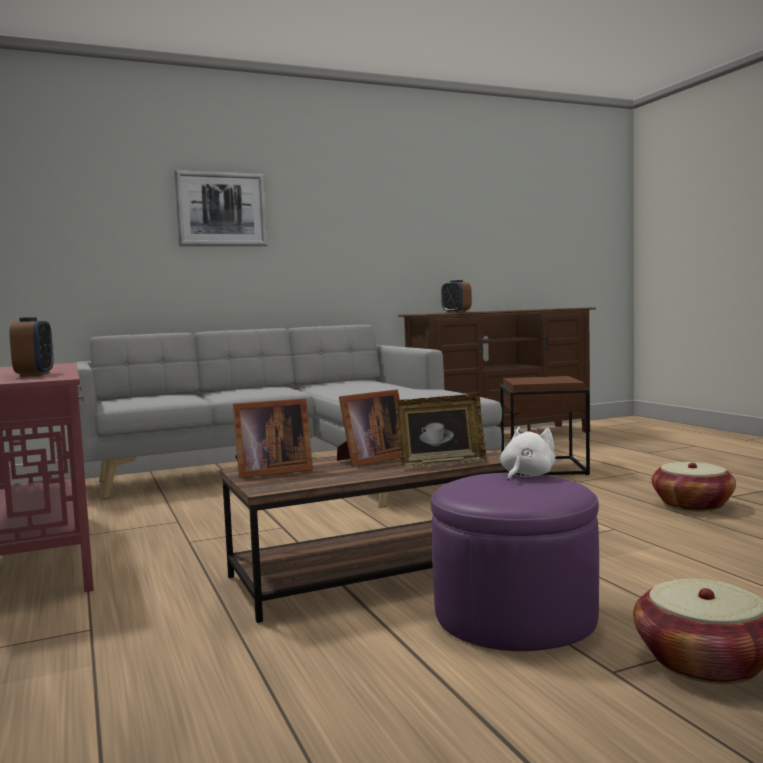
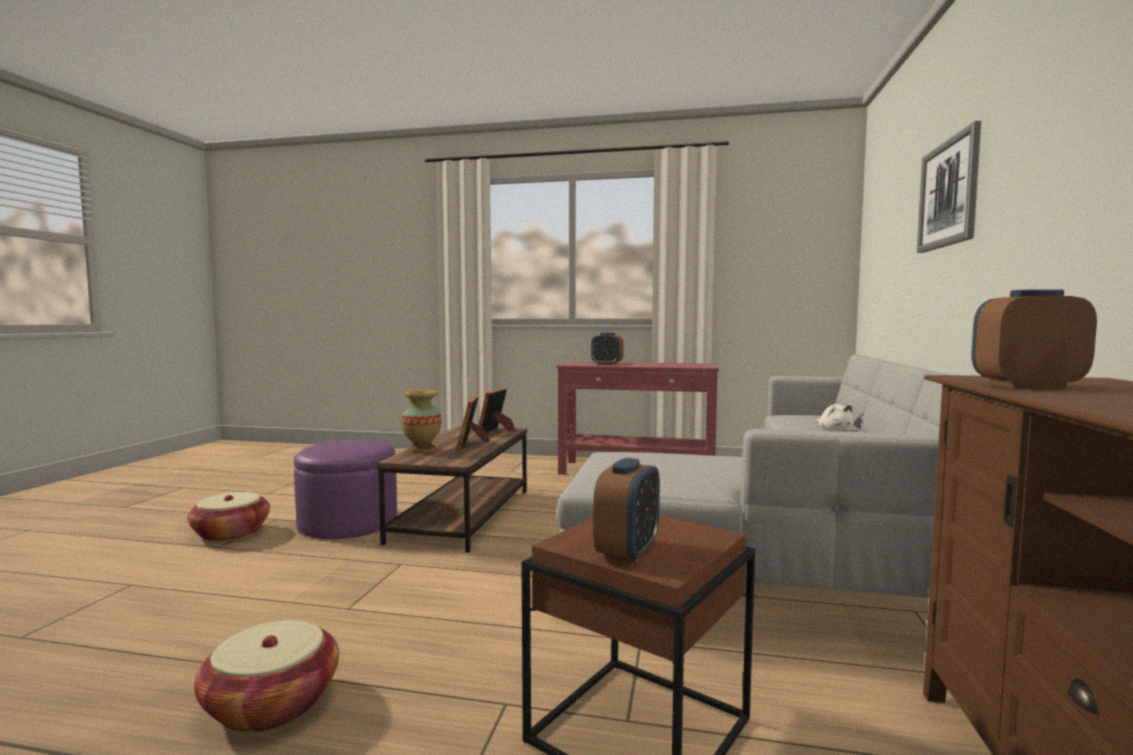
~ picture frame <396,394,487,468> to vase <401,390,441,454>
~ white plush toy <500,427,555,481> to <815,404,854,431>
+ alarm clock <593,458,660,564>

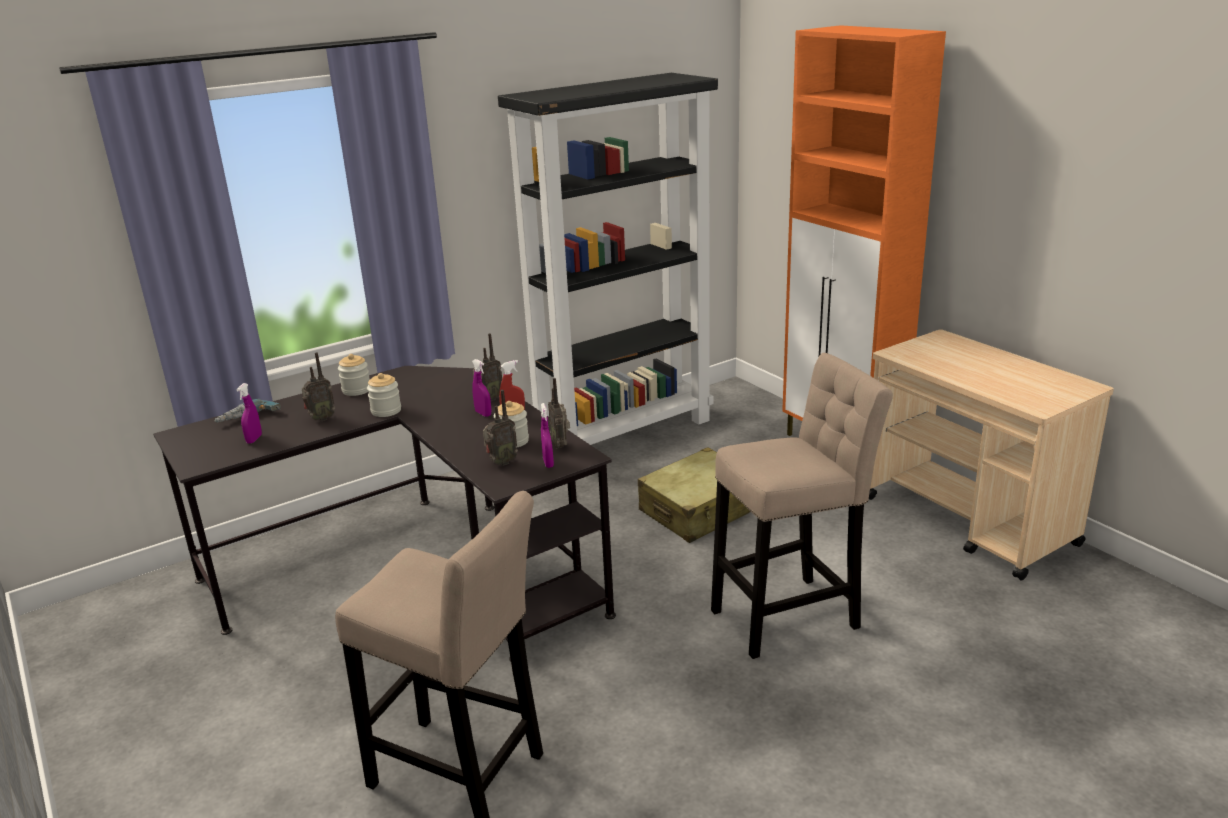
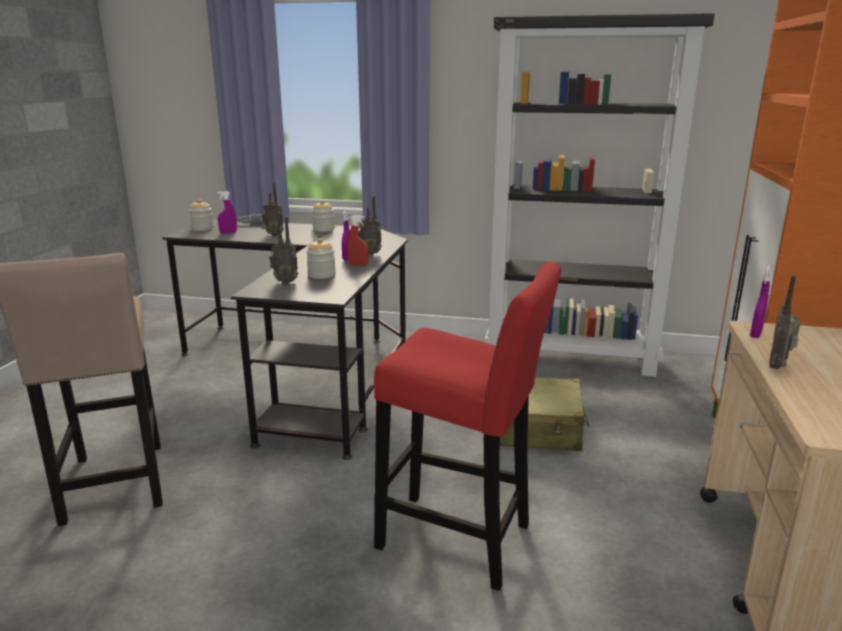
~ jar <367,373,401,417> to <189,199,214,231>
~ purple spray bottle <541,403,554,468> to <750,266,772,338>
~ radio <548,378,570,449> to <769,275,800,369>
~ beige stool <711,353,893,659> to red stool <374,262,561,591>

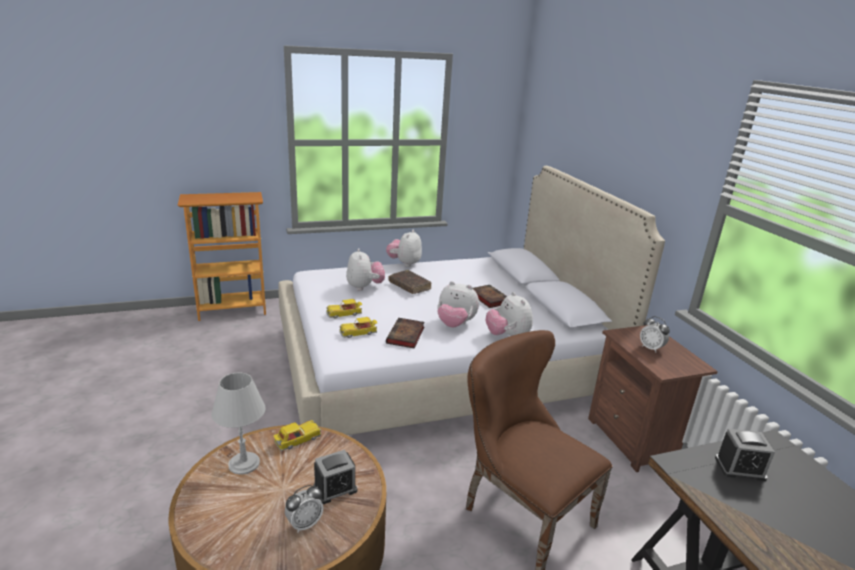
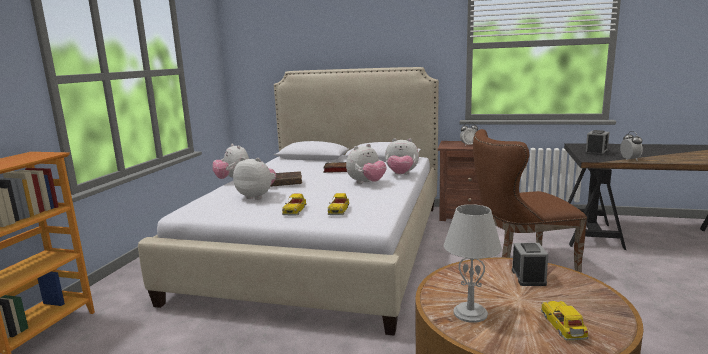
~ toy car <274,420,321,451> to <541,301,588,341>
~ alarm clock <285,485,324,533> to <620,131,643,160>
- book <386,318,425,348>

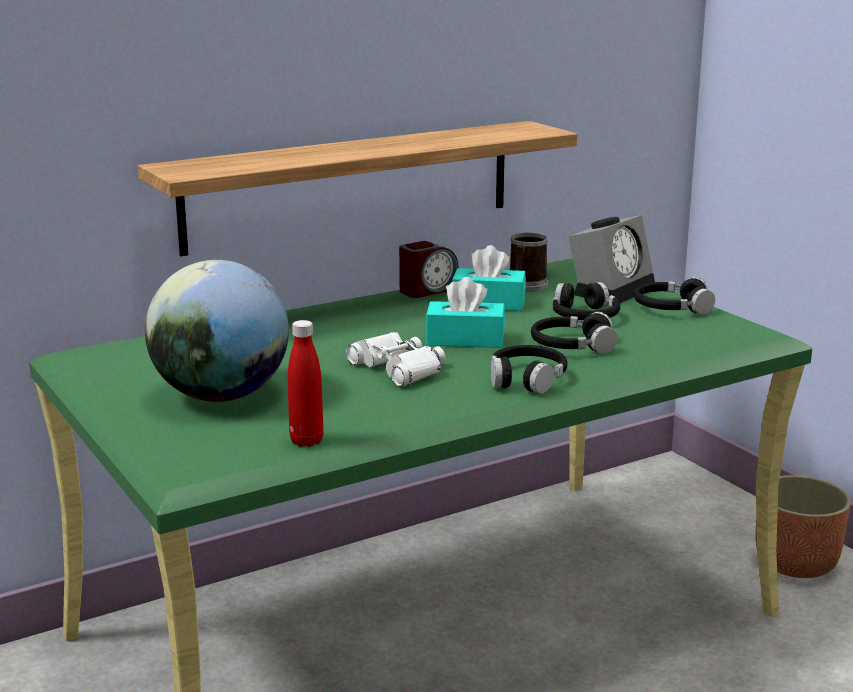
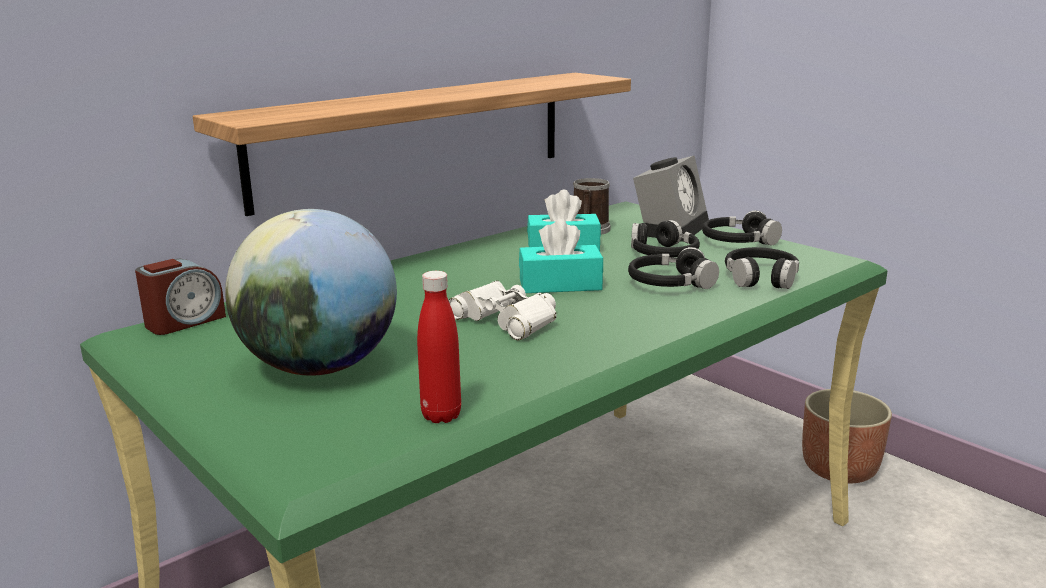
~ alarm clock <399,241,458,298> to <135,259,226,335>
~ black headphones <491,345,568,394> to <725,247,799,289>

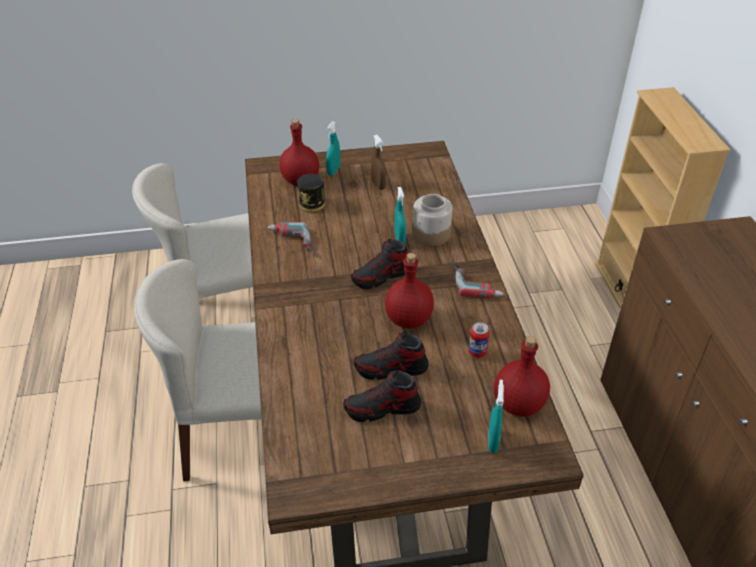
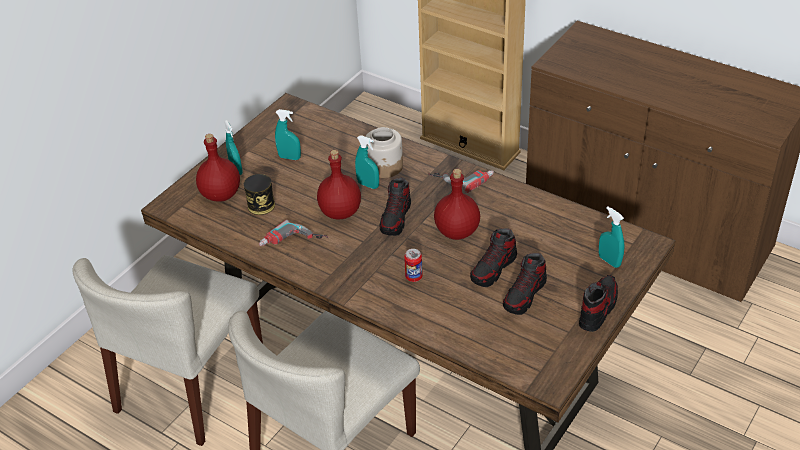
~ brown spray bottle <371,135,386,190> to turquoise spray bottle <275,109,301,160>
~ can <468,322,490,358> to <404,249,423,282>
~ red bottle <494,336,550,417> to <317,150,361,219>
+ shoe <579,275,618,332>

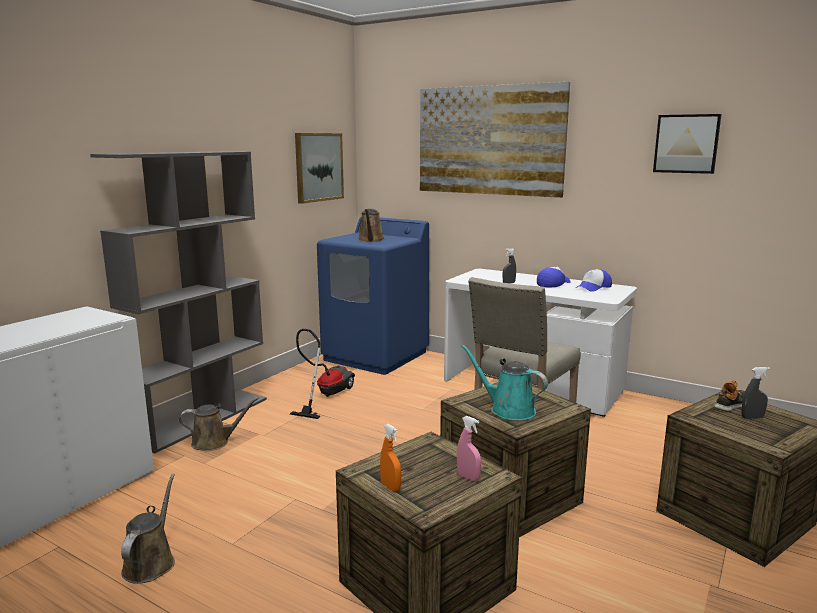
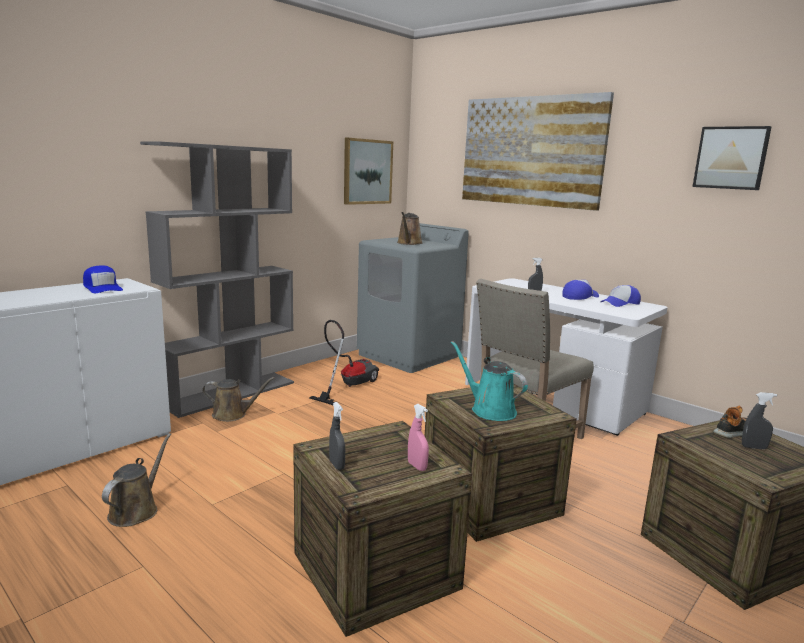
~ blue washing machine <317,217,429,375> to grey washing machine <357,223,469,373>
~ orange spray bottle <380,424,401,492> to grey spray bottle <329,402,345,470>
+ blue cap <83,265,123,293>

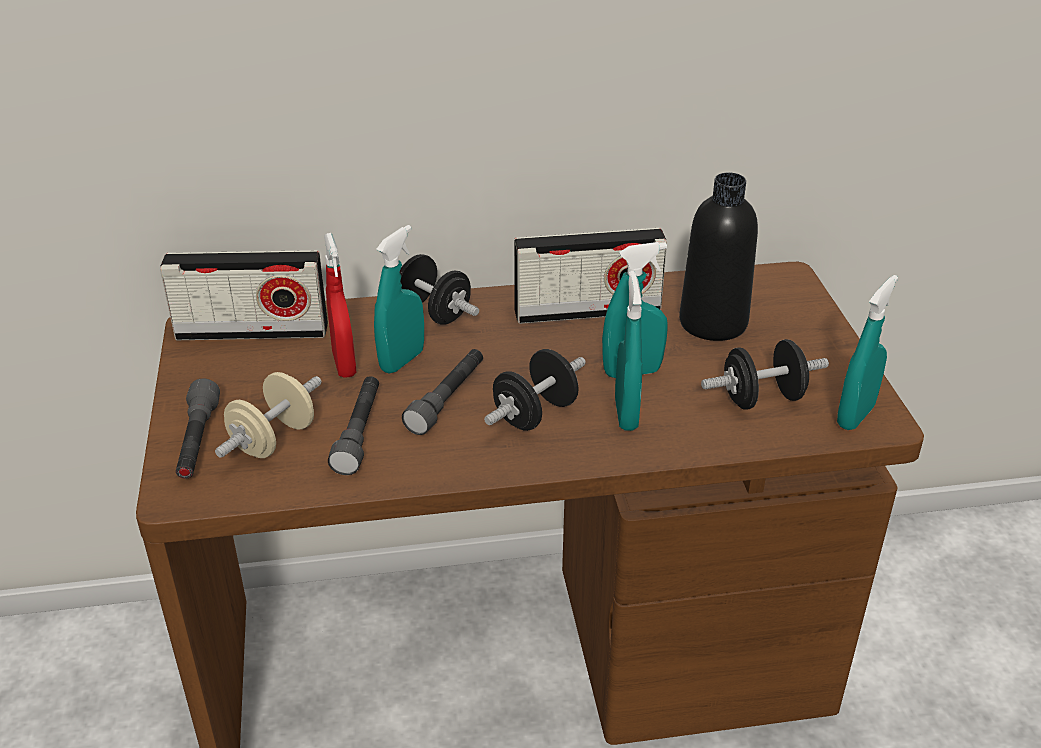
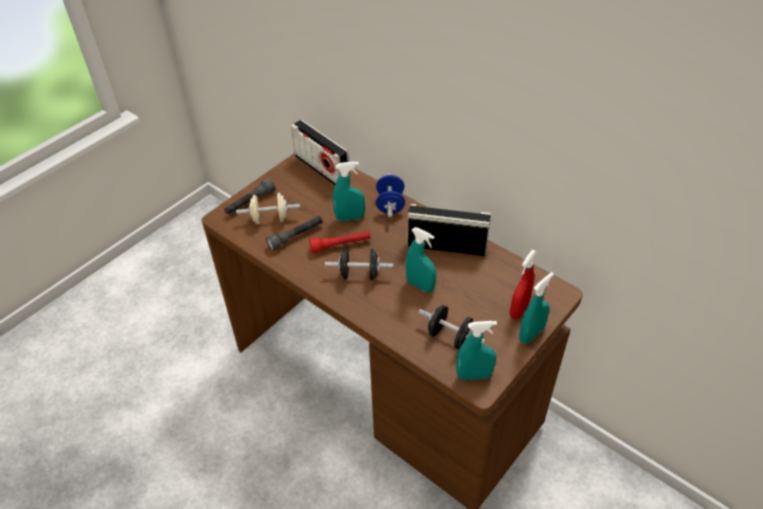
~ red spray bottle <324,233,356,378> to <510,250,537,319>
~ black dumbbell <400,254,479,325> to blue dumbbell <376,173,405,217>
~ grey flashlight <402,349,483,435> to red flashlight <309,231,371,253>
~ radio <514,228,667,324> = <408,204,491,256> 150 degrees clockwise
~ turquoise spray bottle <615,271,642,431> to <519,272,554,344>
- black bottle <679,173,758,341>

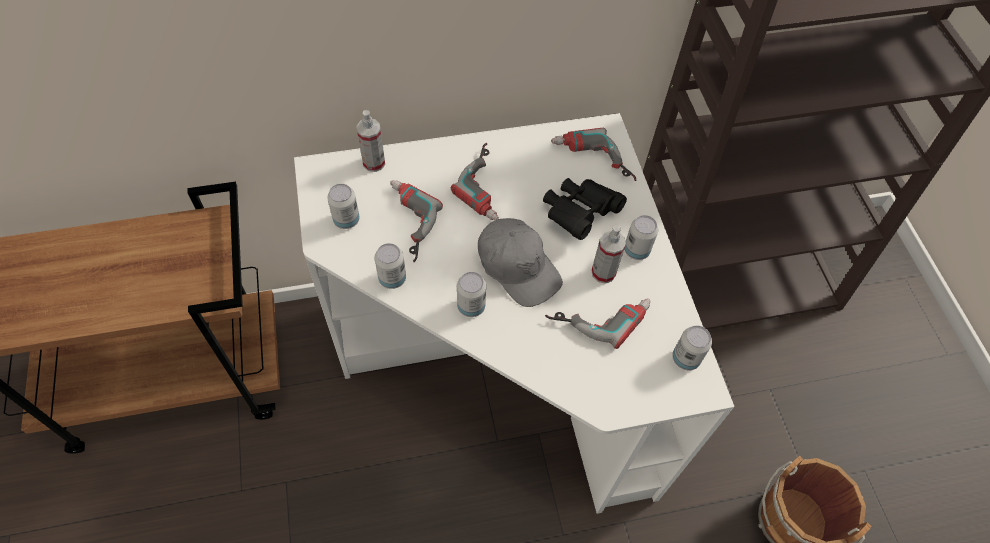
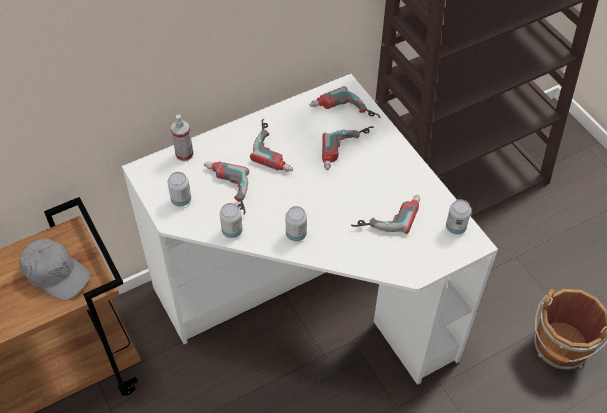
~ grey cap <478,218,563,307> to <20,239,91,301>
~ black binoculars <543,178,627,240> to power drill <322,126,374,170>
- spray bottle <592,226,626,284>
- can <624,215,658,260>

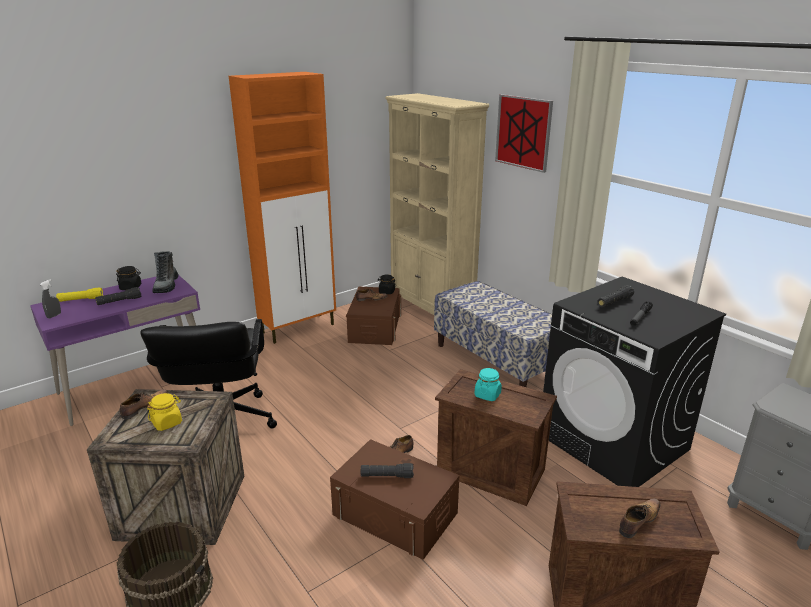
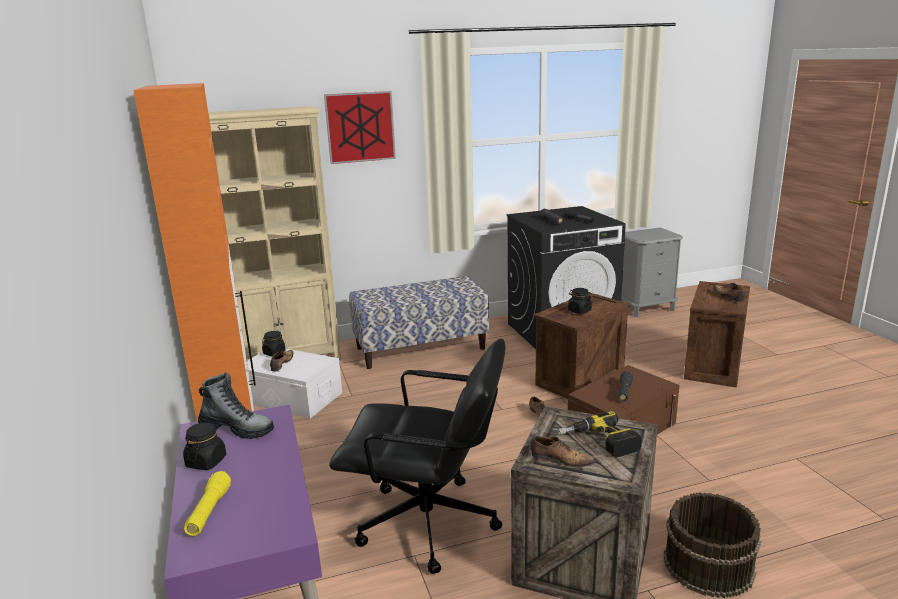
- grey spray bottle <40,279,61,319>
- black flashlight <95,287,142,305>
~ shoe <120,390,169,419> = <531,436,595,467> 150 degrees clockwise
~ yellow jar <147,393,182,431> to power drill <557,411,642,458>
~ brown storage box <346,287,401,345> to white storage box <247,348,342,418>
~ turquoise jar <474,368,502,401> to black jar <568,288,592,314>

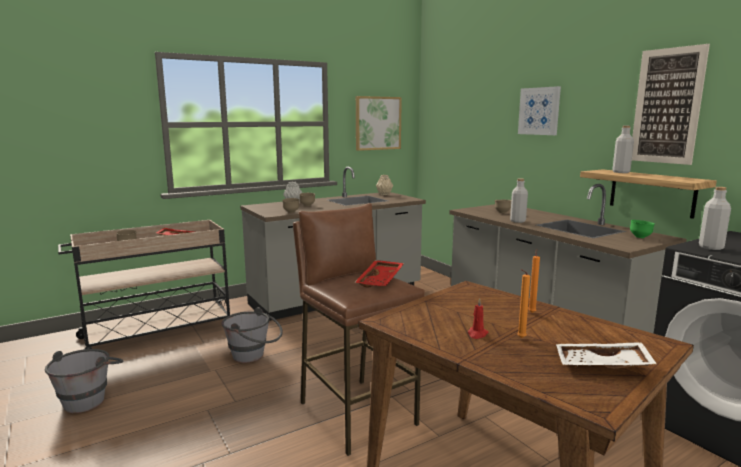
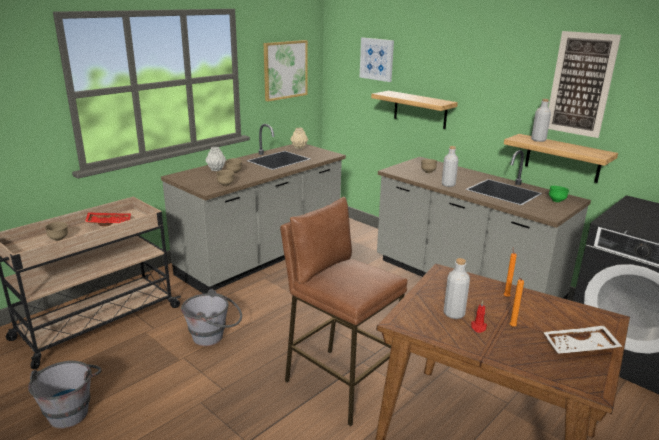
- red tray <354,260,404,288>
~ picture <518,86,561,135> to <360,38,394,82>
~ grey bottle <699,187,731,250> to <444,258,470,319>
+ shelf <371,91,458,129>

